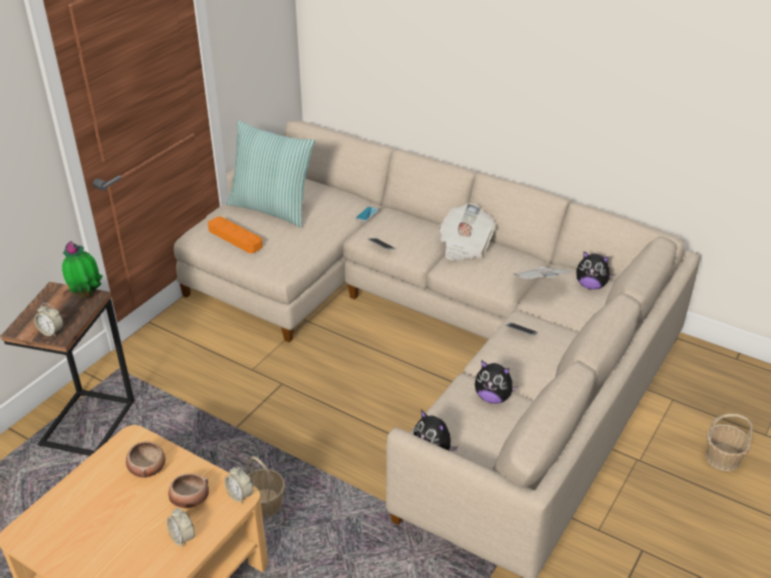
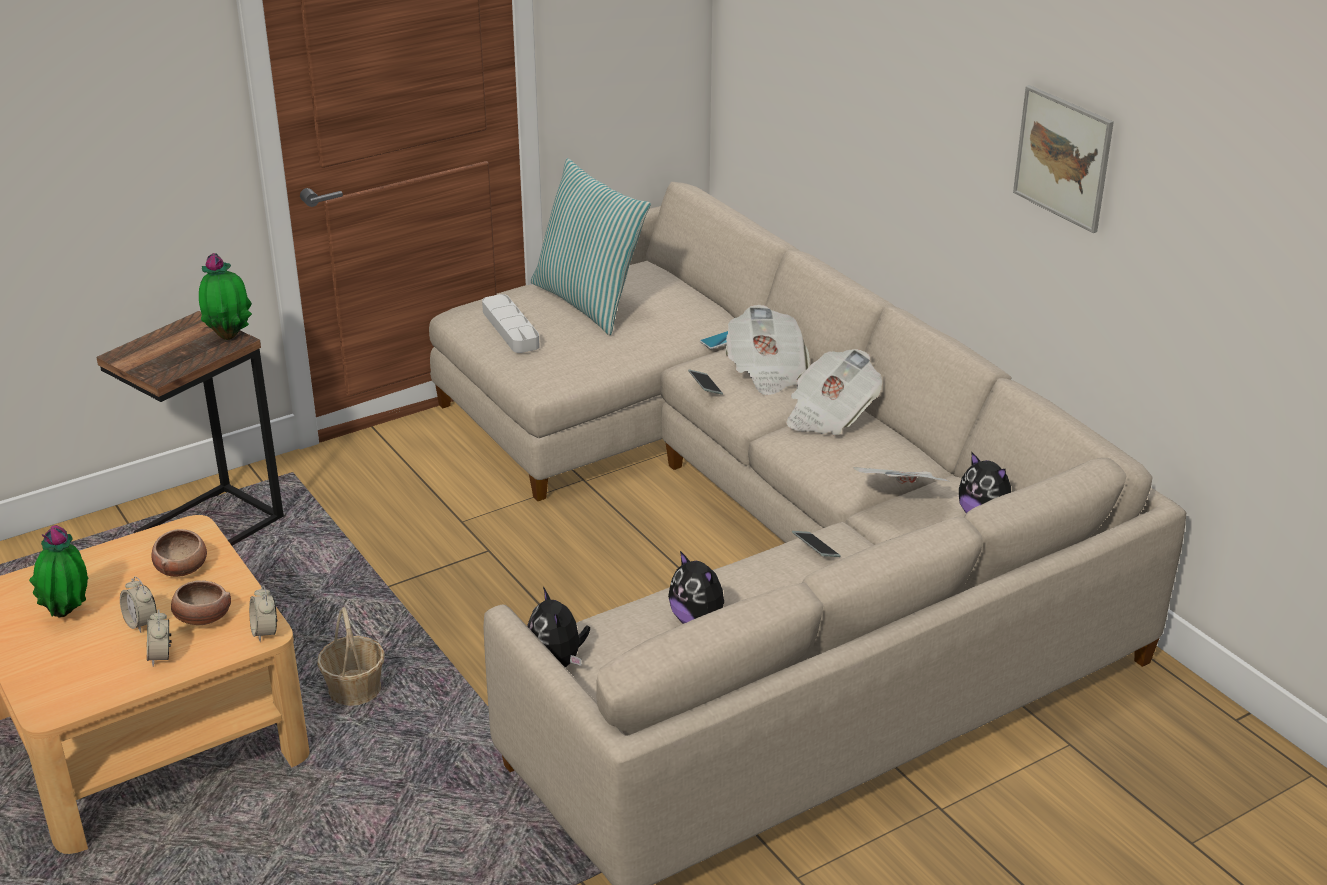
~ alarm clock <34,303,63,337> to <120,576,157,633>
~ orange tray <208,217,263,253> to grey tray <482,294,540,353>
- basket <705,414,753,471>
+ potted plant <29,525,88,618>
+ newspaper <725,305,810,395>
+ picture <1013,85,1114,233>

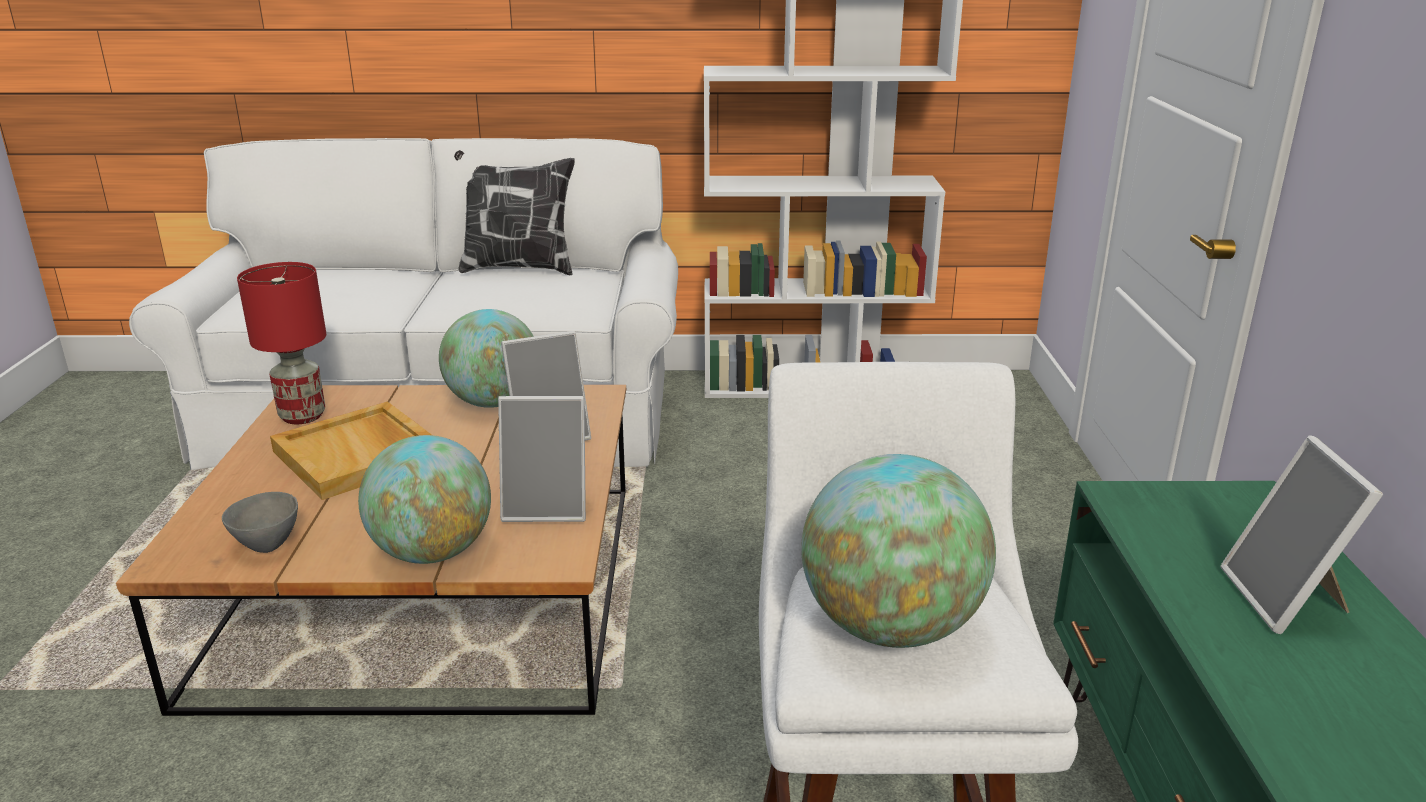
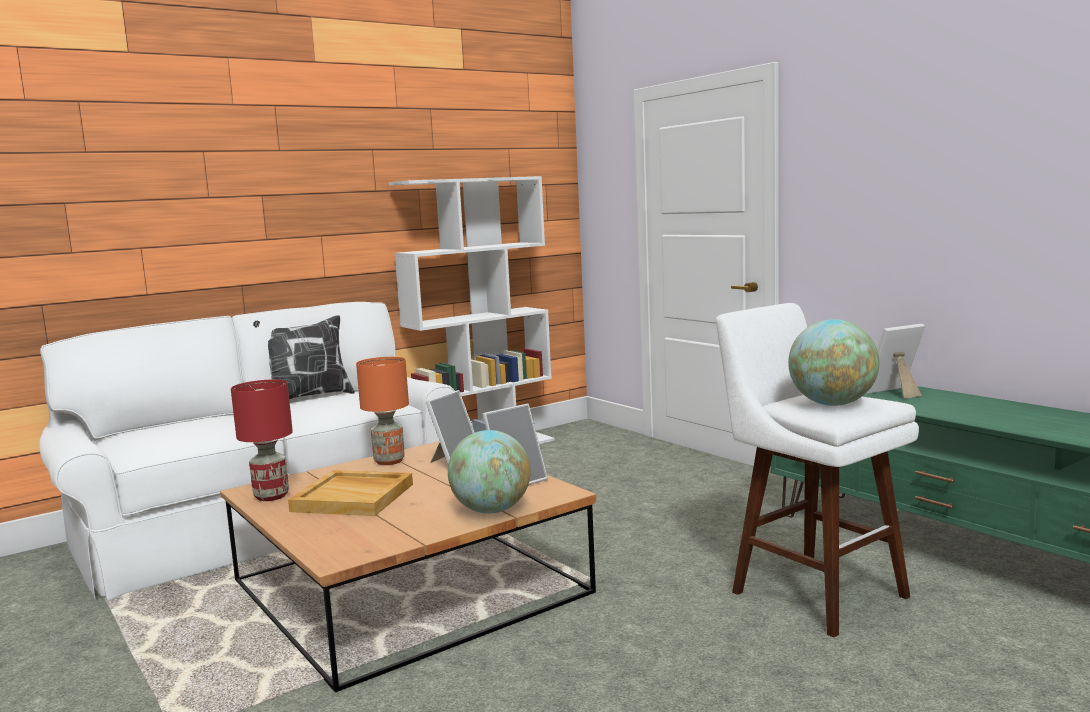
- grey bowl <222,492,298,553>
~ globe <439,309,534,408> to orange table lamp <356,357,409,465>
~ picture frame <1220,436,1383,634> = <866,324,925,399> 105 degrees clockwise

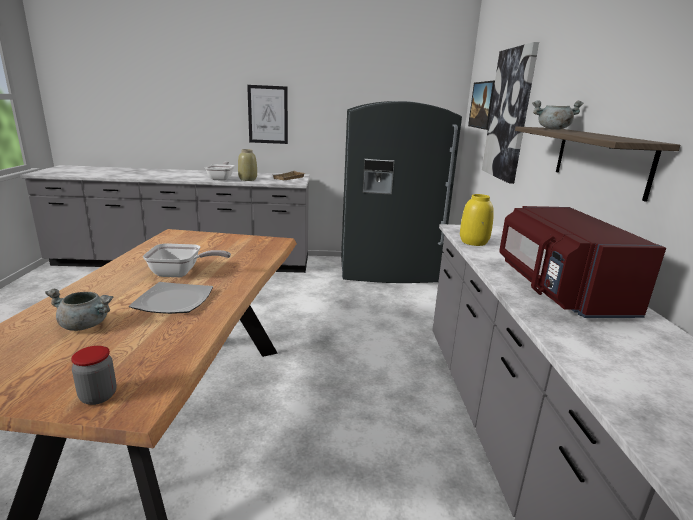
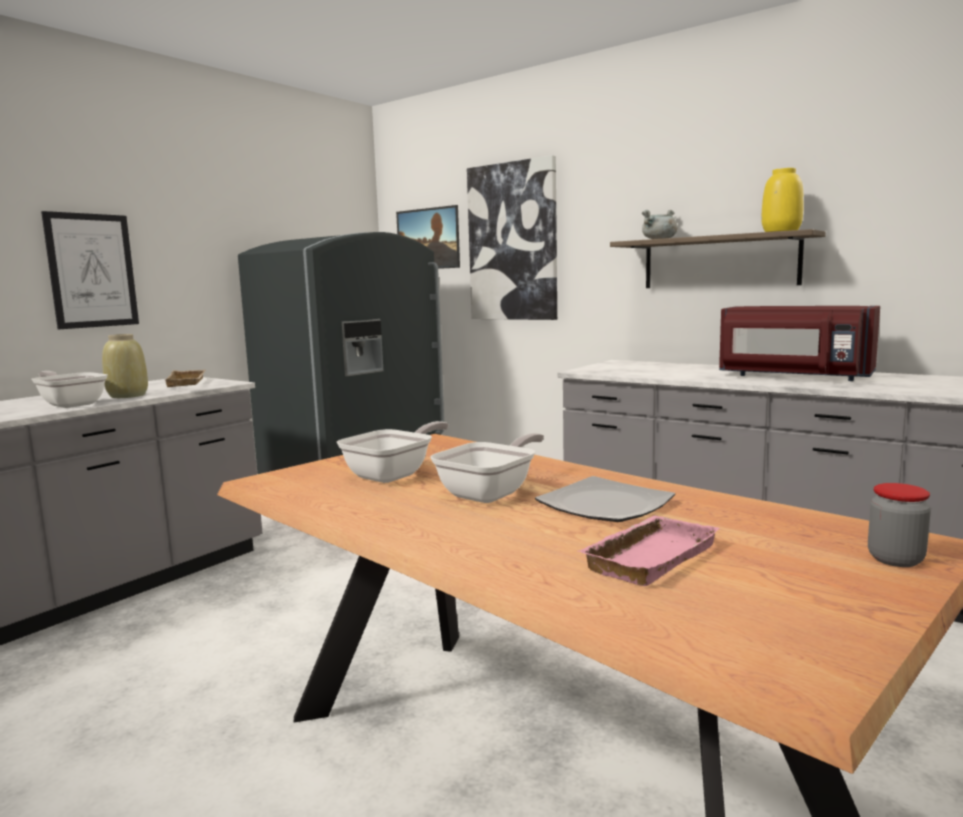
~ grey cooking pot <45,289,113,331> to pink tray <578,515,720,586>
~ yellow vase <460,194,494,246> to <762,168,804,232>
+ frying pan <337,421,449,483>

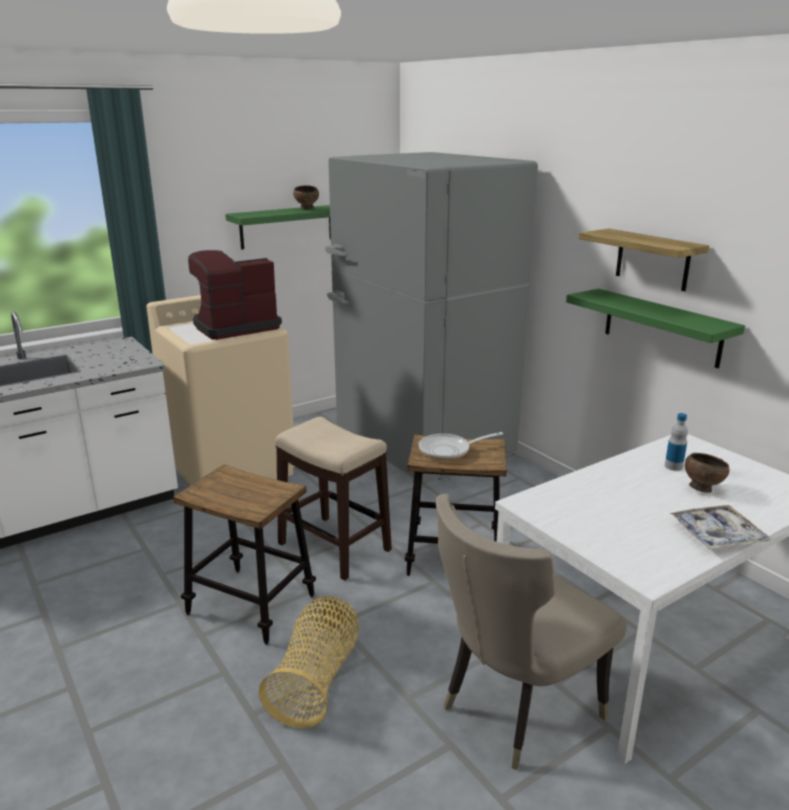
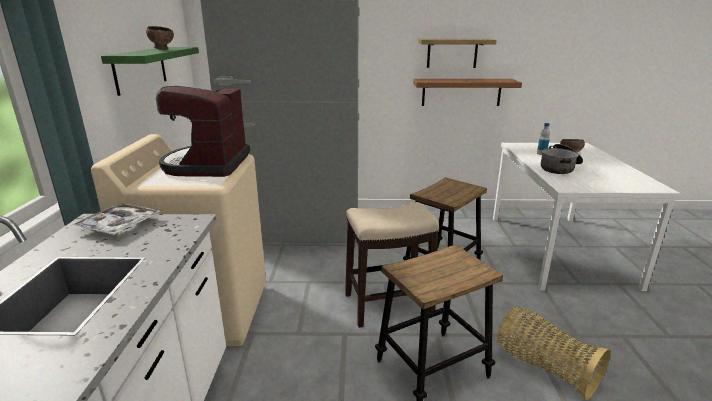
- frying pan <419,432,503,460>
- beige chair <436,494,627,770>
~ green shelf <566,289,745,368> to brown shelf <413,79,522,106>
~ tray <669,505,771,549> to <73,203,160,235>
+ cooking pot <541,144,583,174>

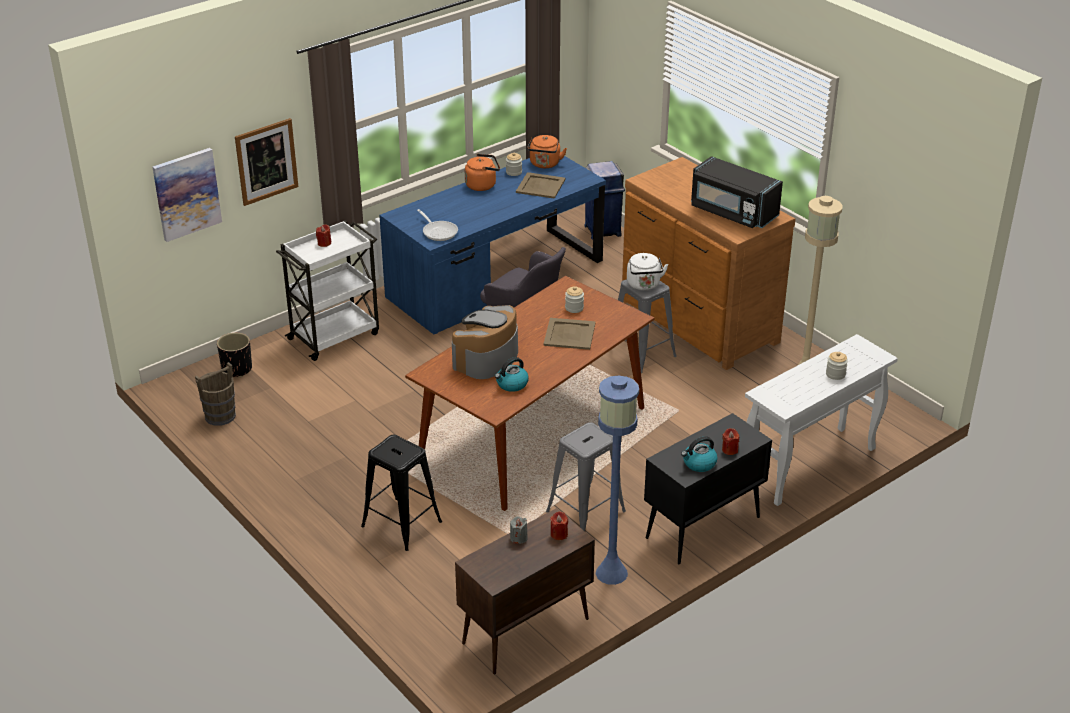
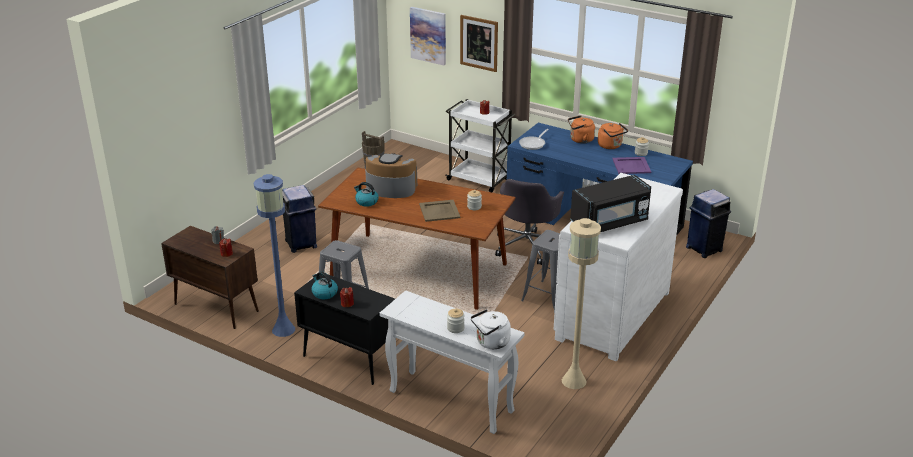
- black planter <217,333,252,377>
~ black stool <361,435,442,551> to blue trash can <282,185,317,253>
~ beige tray <516,172,566,199> to purple tray <612,157,651,174>
~ orange kettle <527,135,567,168> to <568,115,595,144>
~ brown dresser <622,157,796,370> to white dresser <554,173,683,361>
~ white kettle <627,253,668,290> to <471,309,511,349>
~ black microwave <691,156,783,228> = <570,175,651,232> 135 degrees counterclockwise

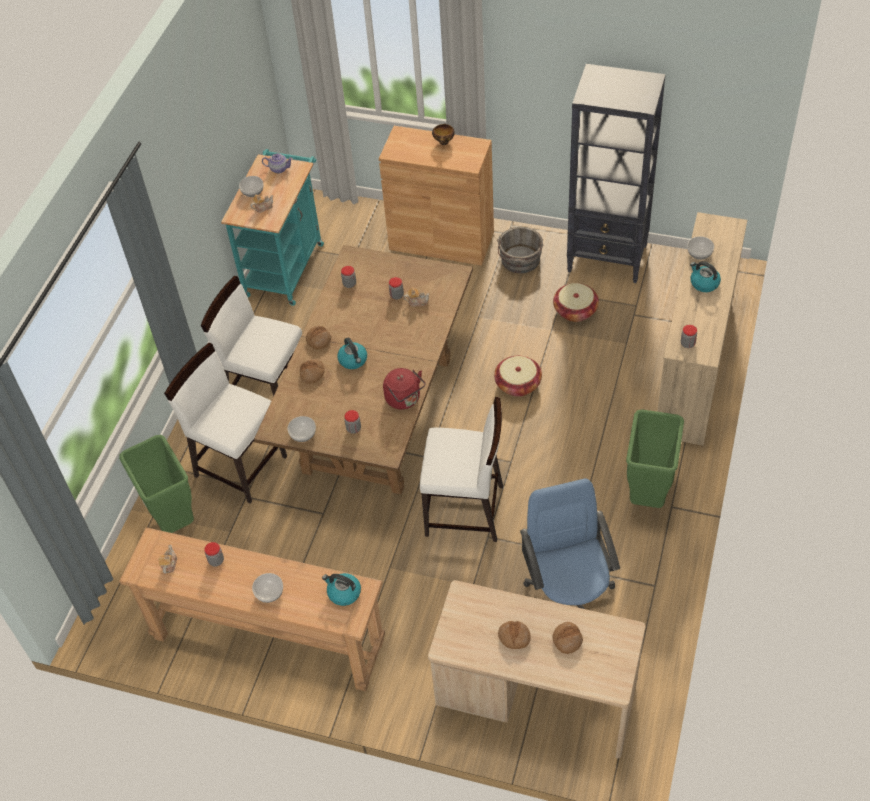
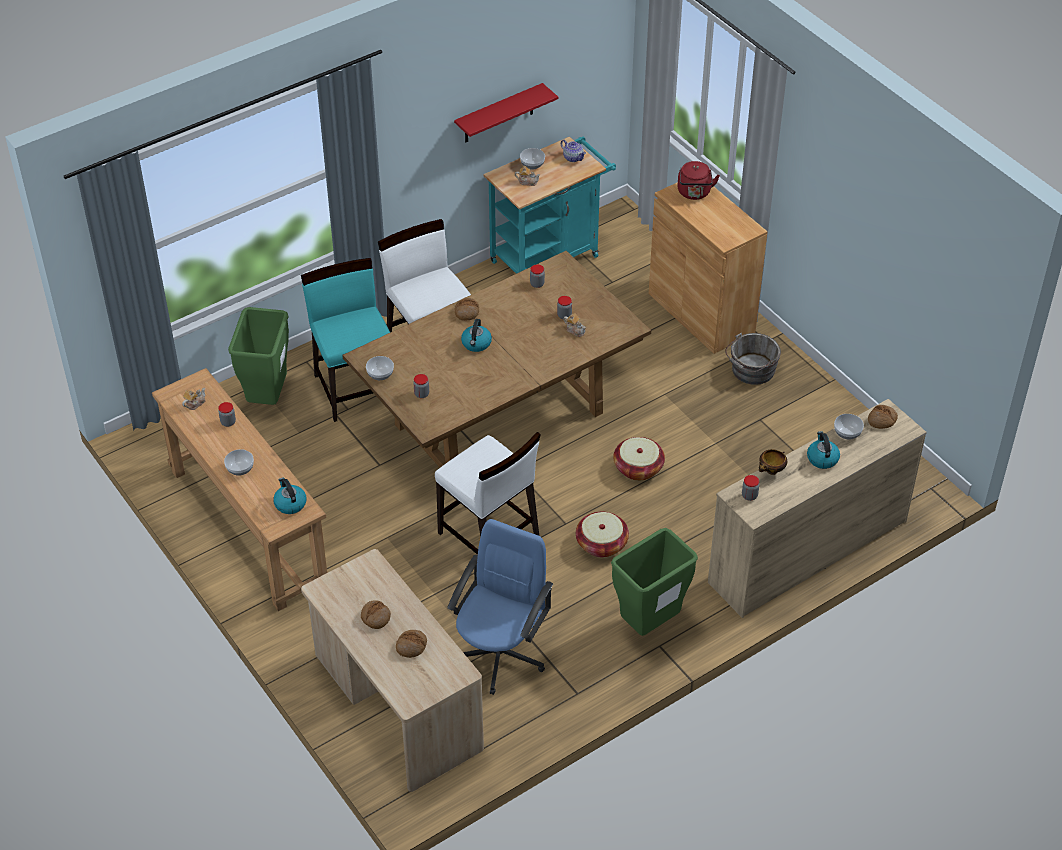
~ white chair <164,343,287,504> to turquoise chair <301,258,390,422>
~ bread <300,359,324,384> to <868,405,898,429>
~ red kettle <383,368,425,409> to <677,161,720,200>
~ bowl <432,123,455,145> to <759,449,787,475>
~ basket <553,283,599,322> to <576,512,629,558>
- black bookcase <567,64,666,283>
+ red shelf <454,83,558,142>

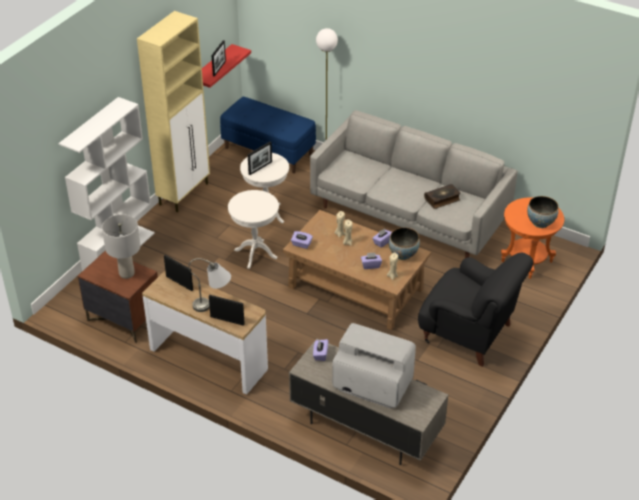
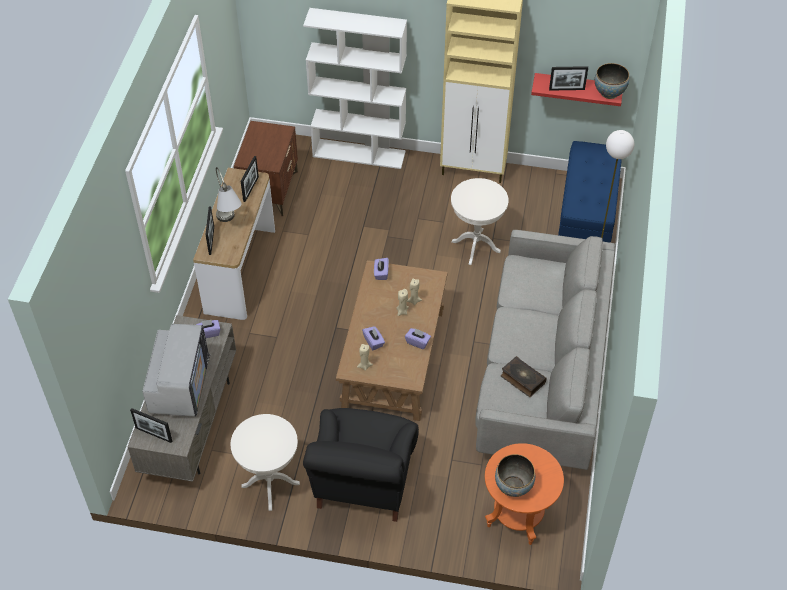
- grey table lamp <102,214,141,279>
~ white side table <228,190,279,269> to <231,414,300,511>
~ picture frame <248,141,272,175> to <130,408,172,443>
~ bowl <389,227,420,260> to <595,63,629,99>

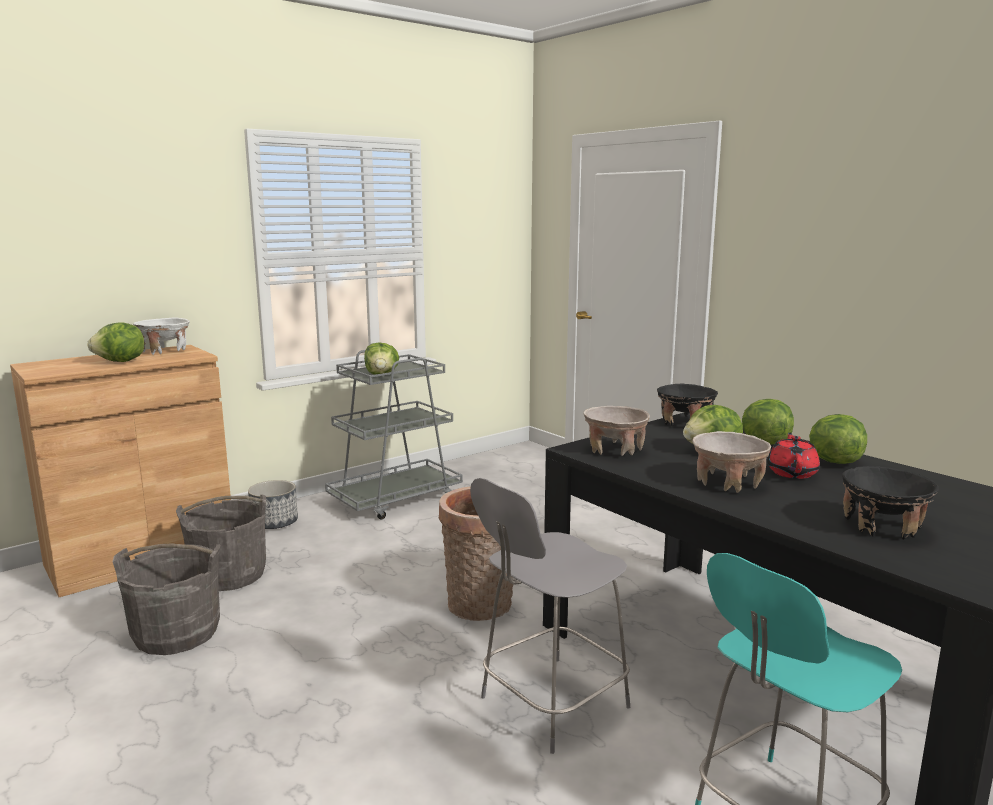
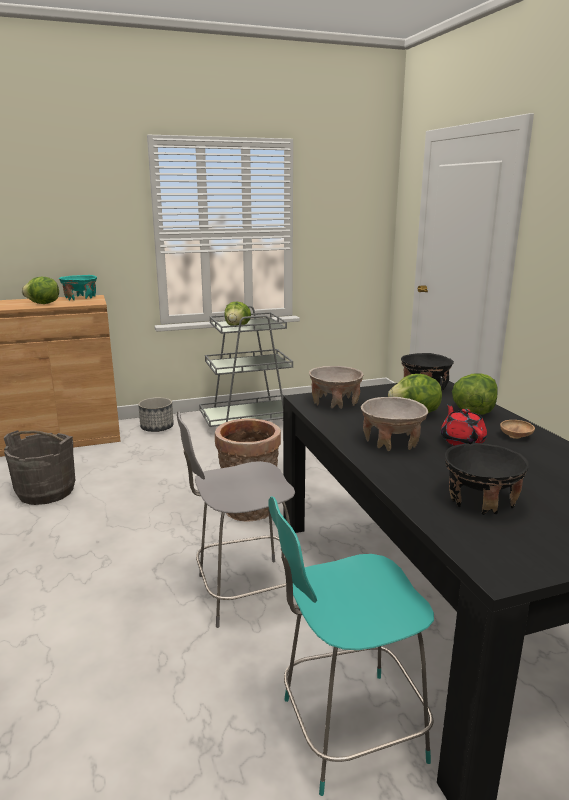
~ white bowl <133,317,190,355> to turquoise bowl <59,275,97,301>
- grey bucket <176,494,266,591>
~ red teapot <767,433,820,479> = <441,404,487,446> 45 degrees counterclockwise
~ lettuce <809,414,867,464> to brown bowl <500,420,535,439>

